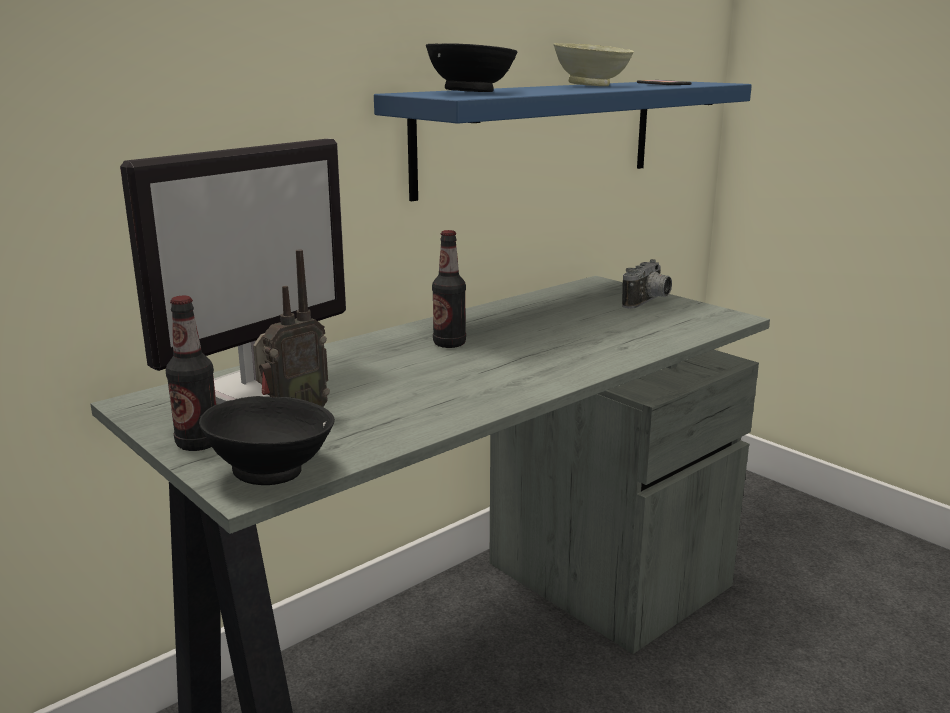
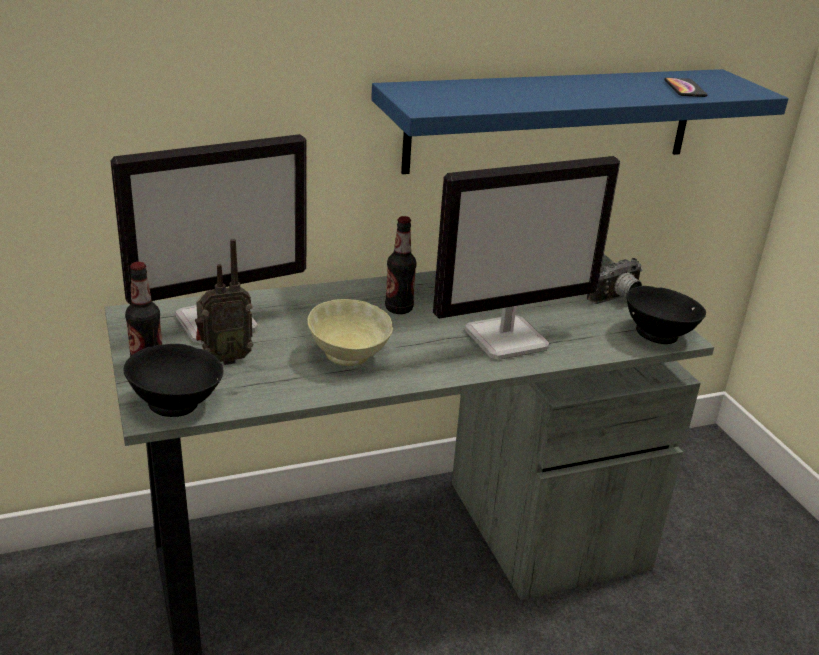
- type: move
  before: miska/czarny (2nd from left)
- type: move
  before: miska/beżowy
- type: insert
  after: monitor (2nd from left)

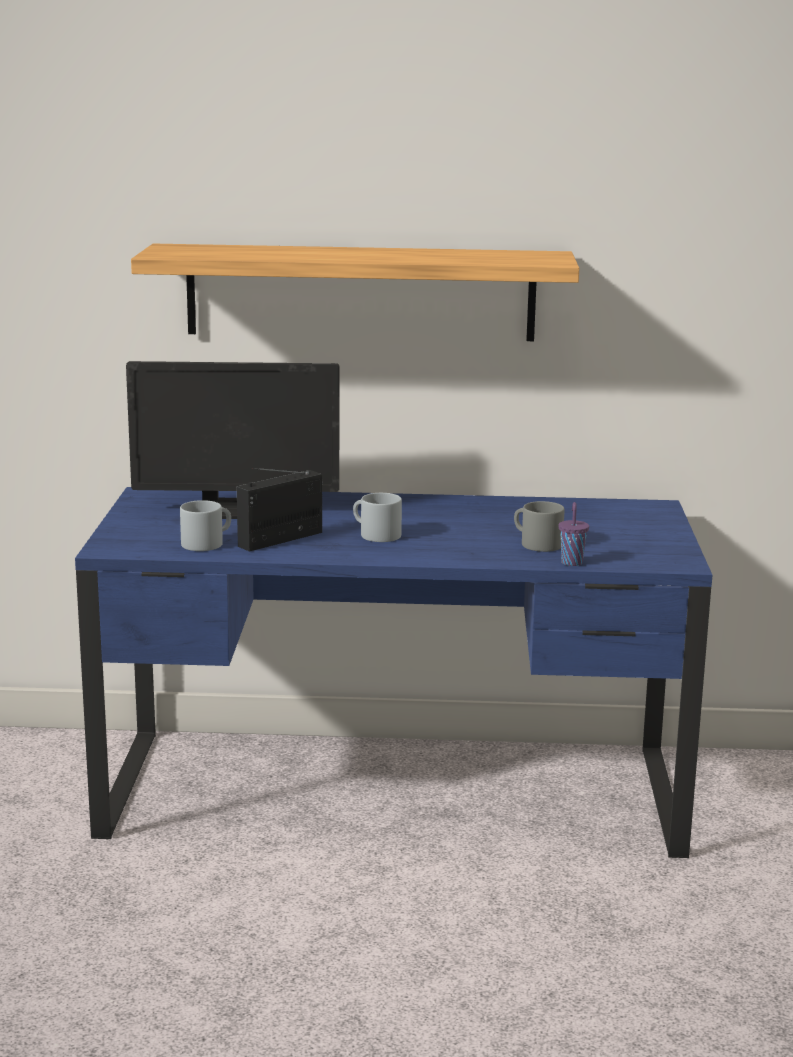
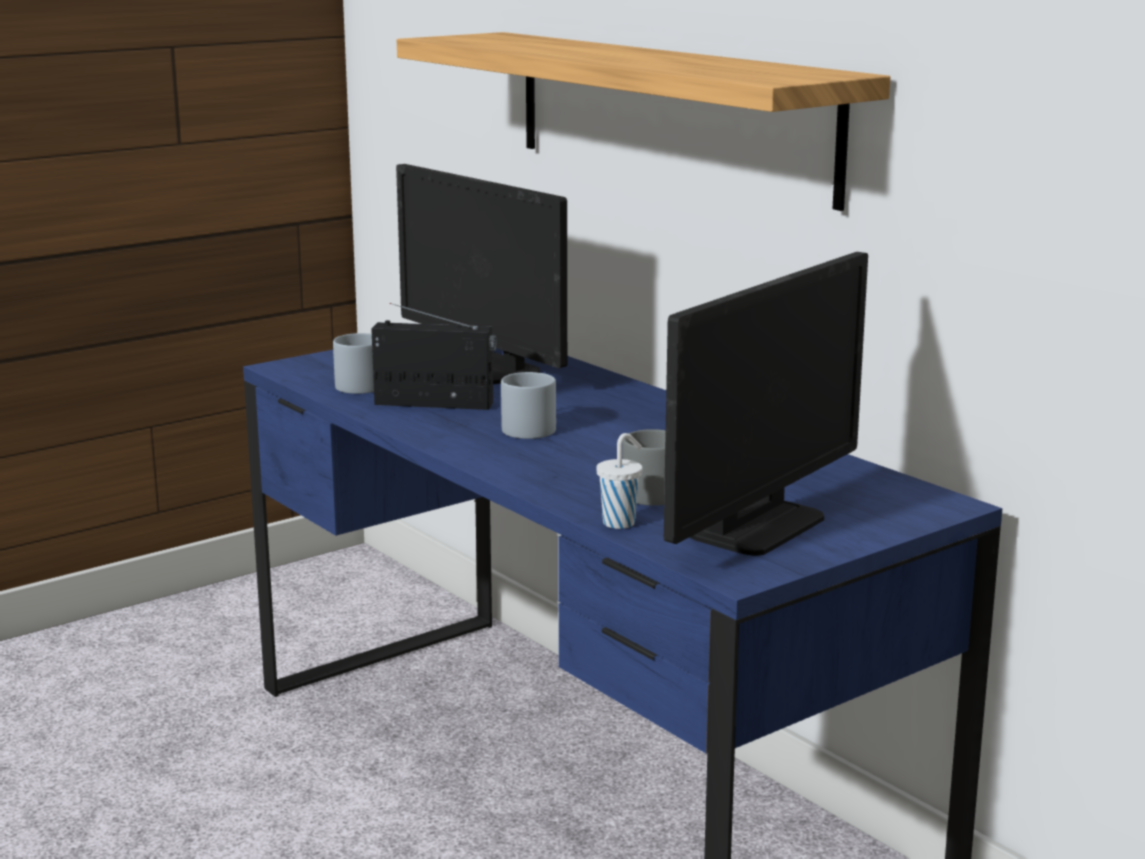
- type: recolor
  before: filiżanka/fioletowy
  after: filiżanka/biały
- type: insert
  after: monitor (2nd from left)

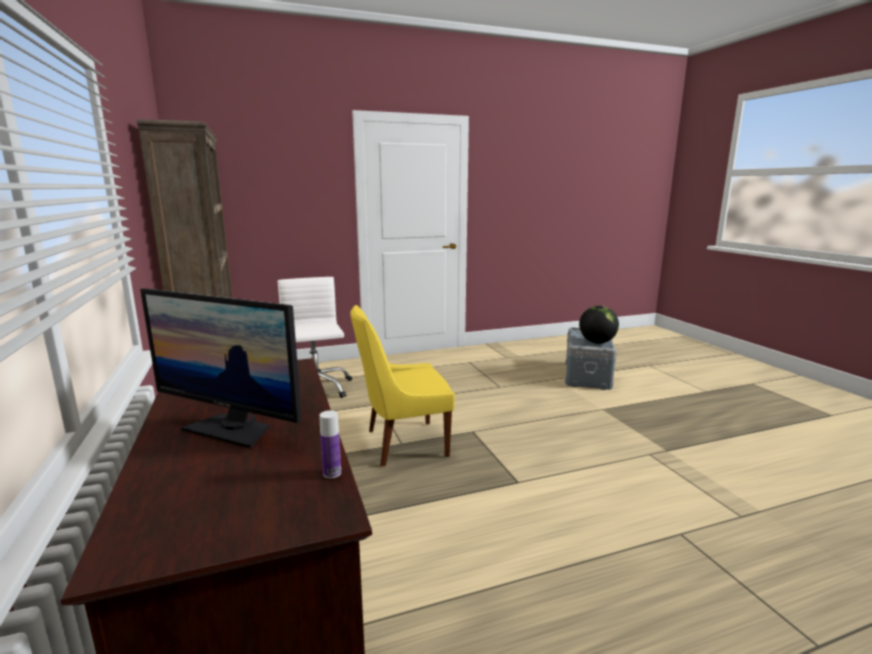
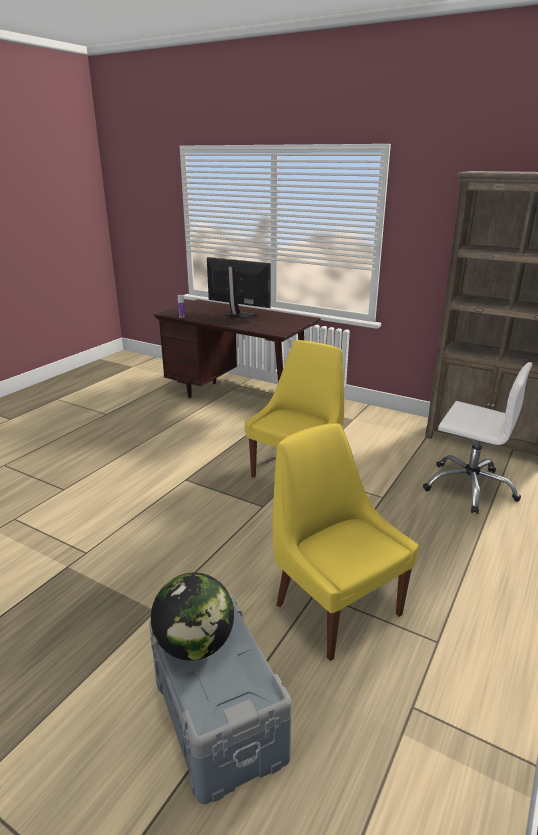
- type: rotate
  before: monitor
  turn: 45
- type: insert
  after: krzesło/żółty (2nd from left)

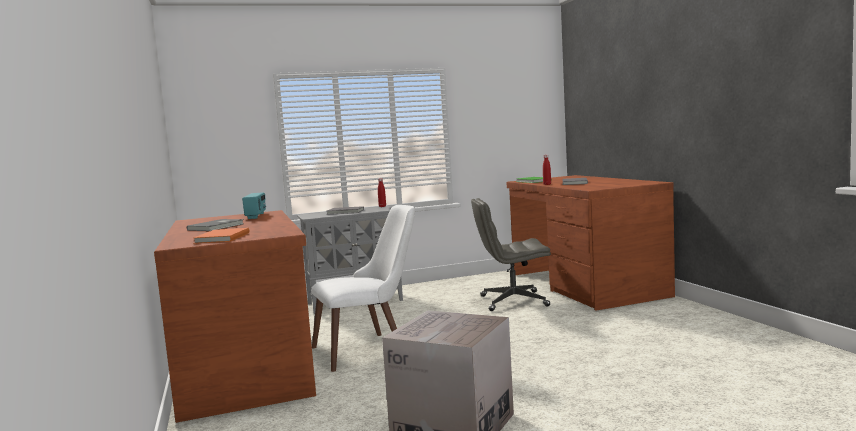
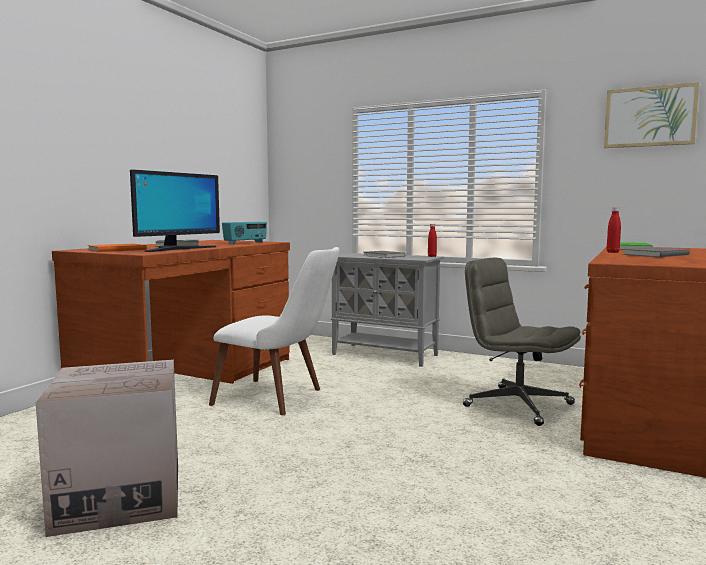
- type: insert
  after: monitor
- type: insert
  after: obraz

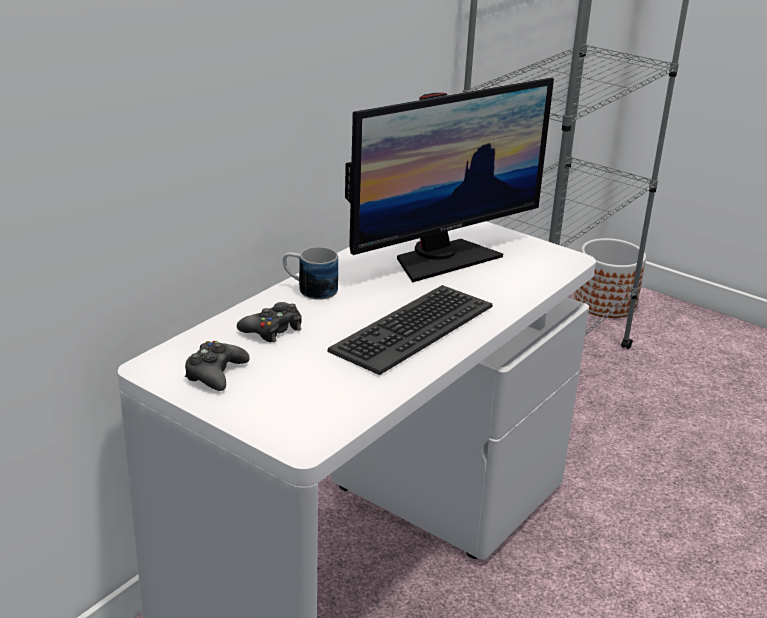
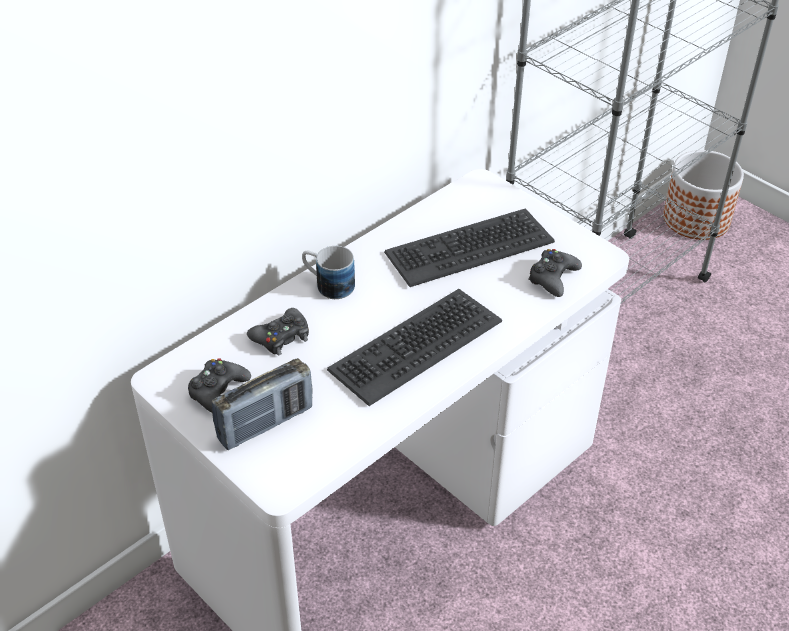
- type: replace
  before: monitor
  after: klawiatura (2nd from left)
- type: insert
  after: radio
- type: insert
  after: pad do gier/czarny (3rd from left)

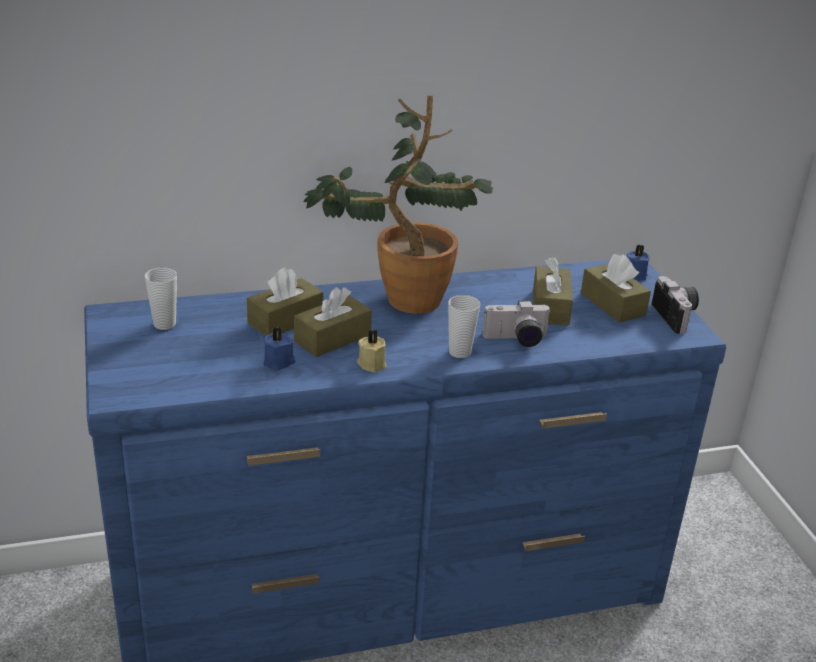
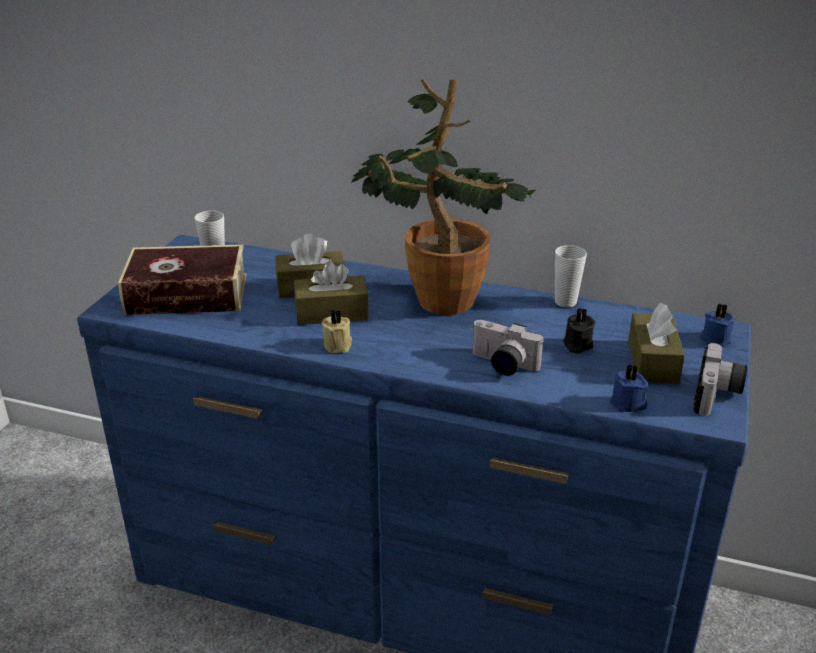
- type: move
  before: świeca/niebieski (1st from left)
- type: move
  before: filiżanka (2nd from left)
- type: replace
  before: pudełko chusteczek/brązowy (3rd from left)
  after: świeca/czarny
- type: insert
  after: książka

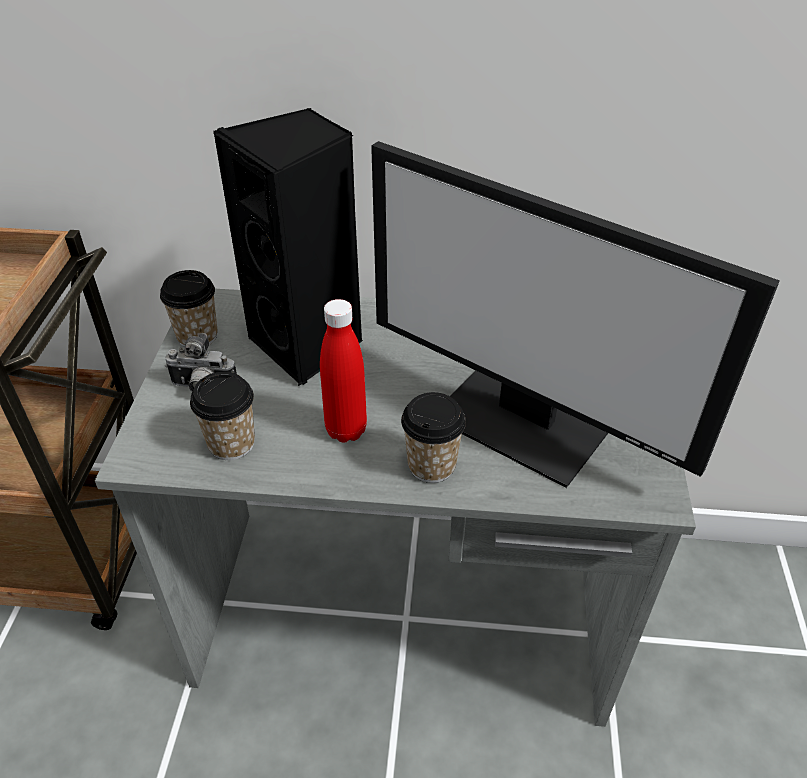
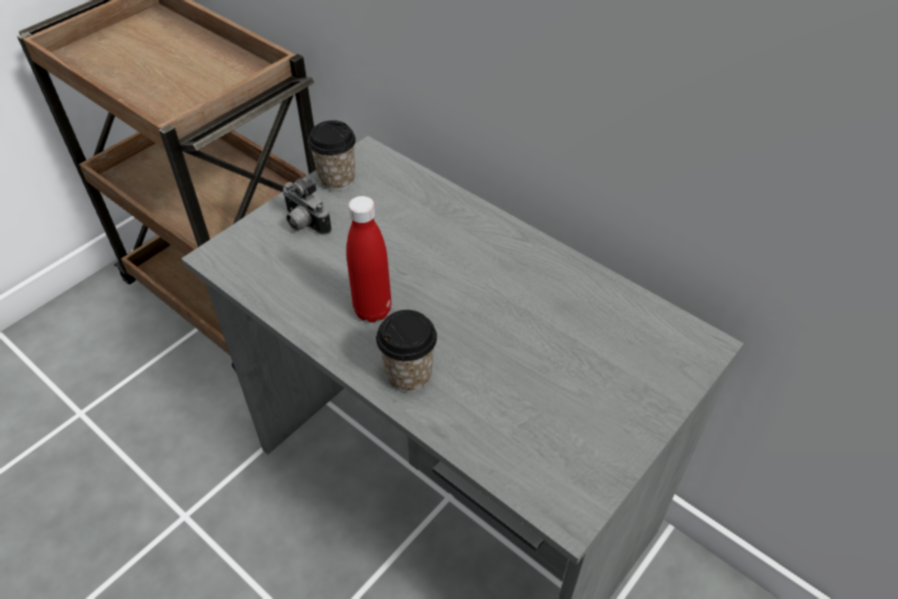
- type: delete
  before: filiżanka (2nd from left)
- type: delete
  before: głośnik/czarny
- type: delete
  before: monitor

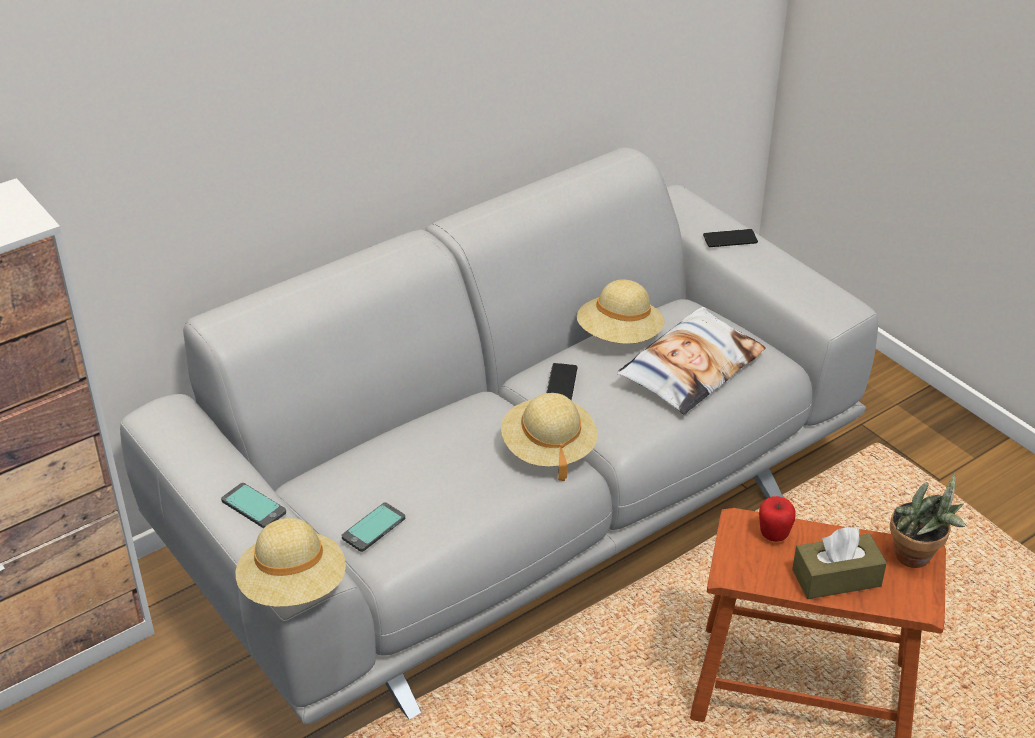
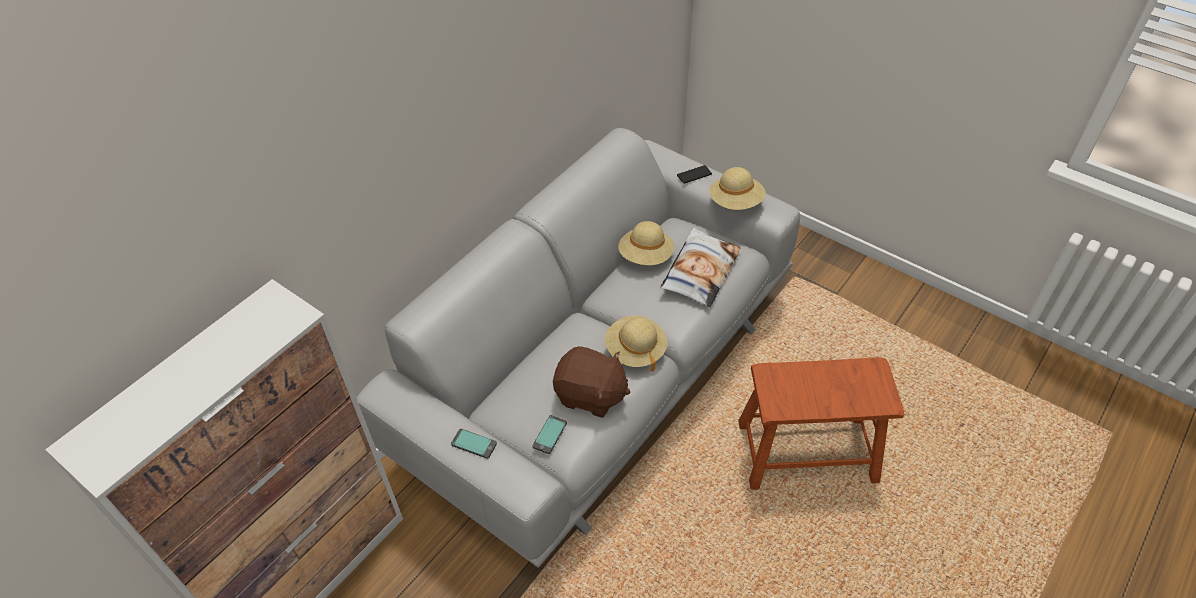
- type: move
  before: kapelusz/beżowy (1st from left in the first image)
  after: kapelusz/beżowy (3rd from left)
- type: delete
  before: telefon (3rd from left)
- type: delete
  before: jabłko
- type: delete
  before: pudełko chusteczek/brązowy
- type: delete
  before: roślina doniczkowa
- type: insert
  after: pluszak/brązowy

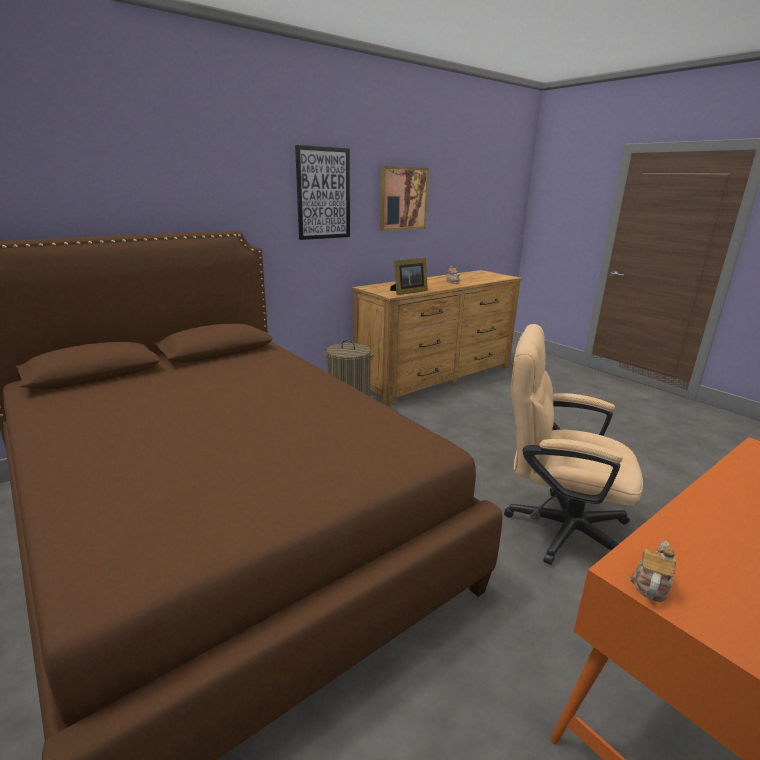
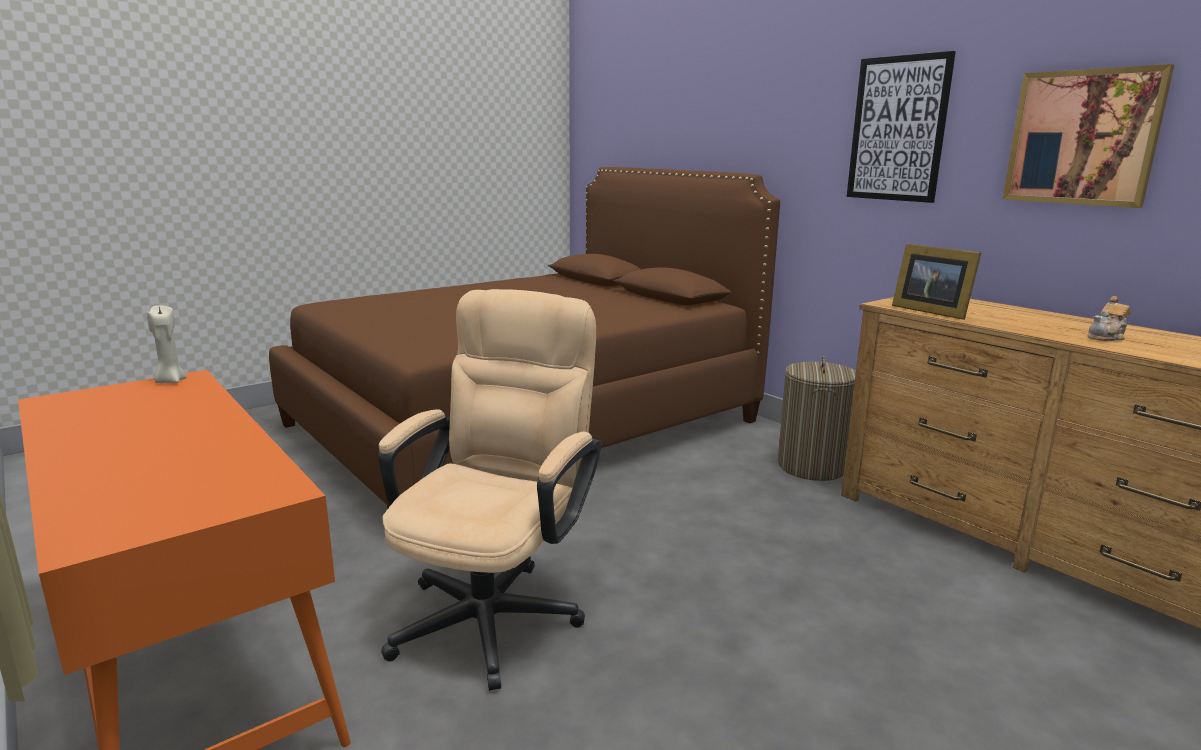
- type: replace
  before: imbryk (2nd from left)
  after: świeca/beżowy

